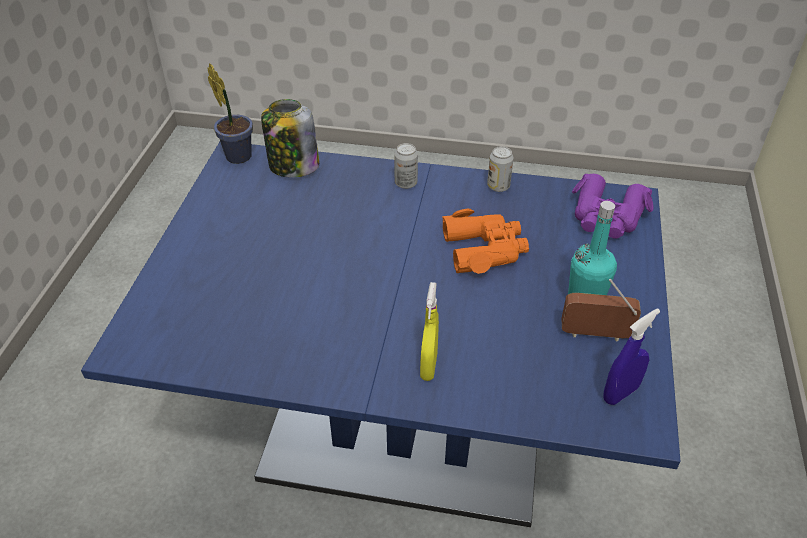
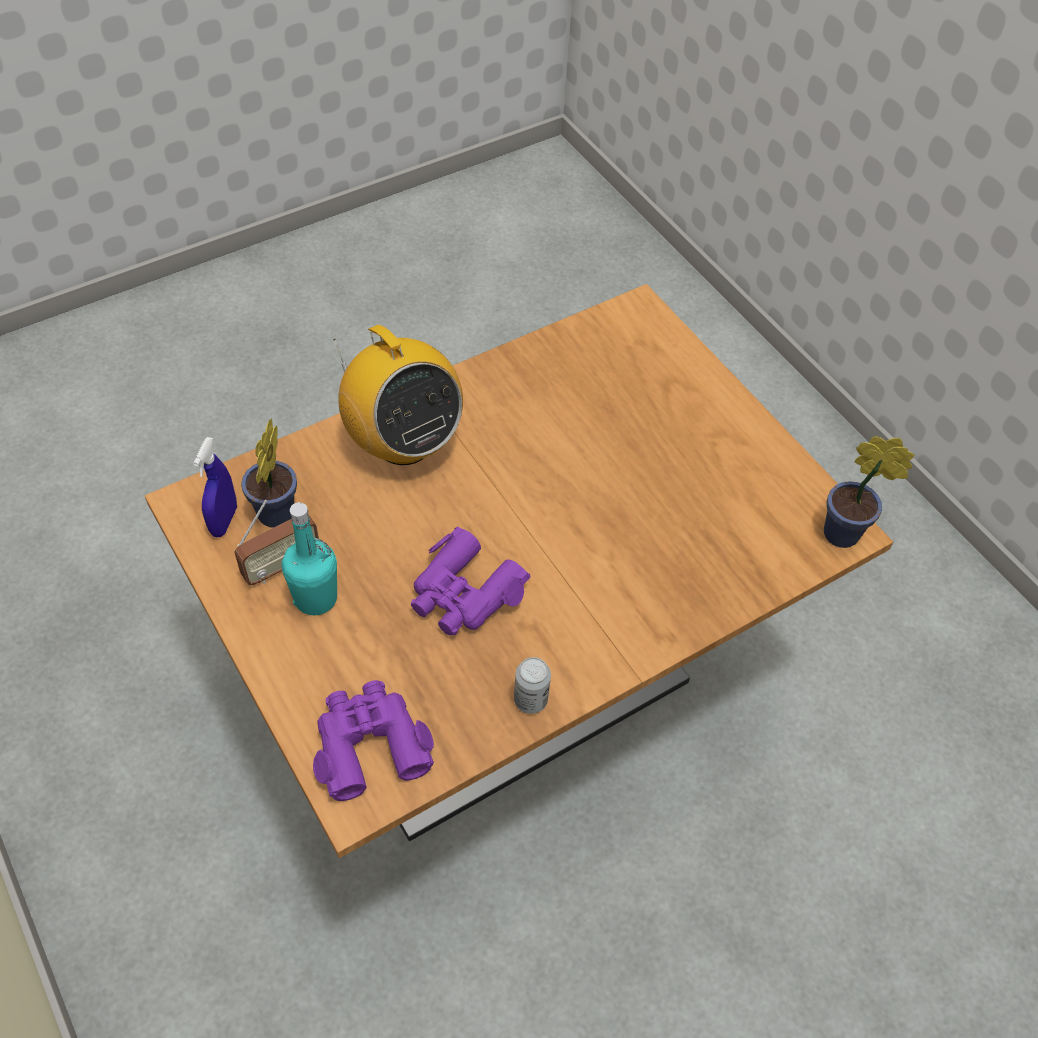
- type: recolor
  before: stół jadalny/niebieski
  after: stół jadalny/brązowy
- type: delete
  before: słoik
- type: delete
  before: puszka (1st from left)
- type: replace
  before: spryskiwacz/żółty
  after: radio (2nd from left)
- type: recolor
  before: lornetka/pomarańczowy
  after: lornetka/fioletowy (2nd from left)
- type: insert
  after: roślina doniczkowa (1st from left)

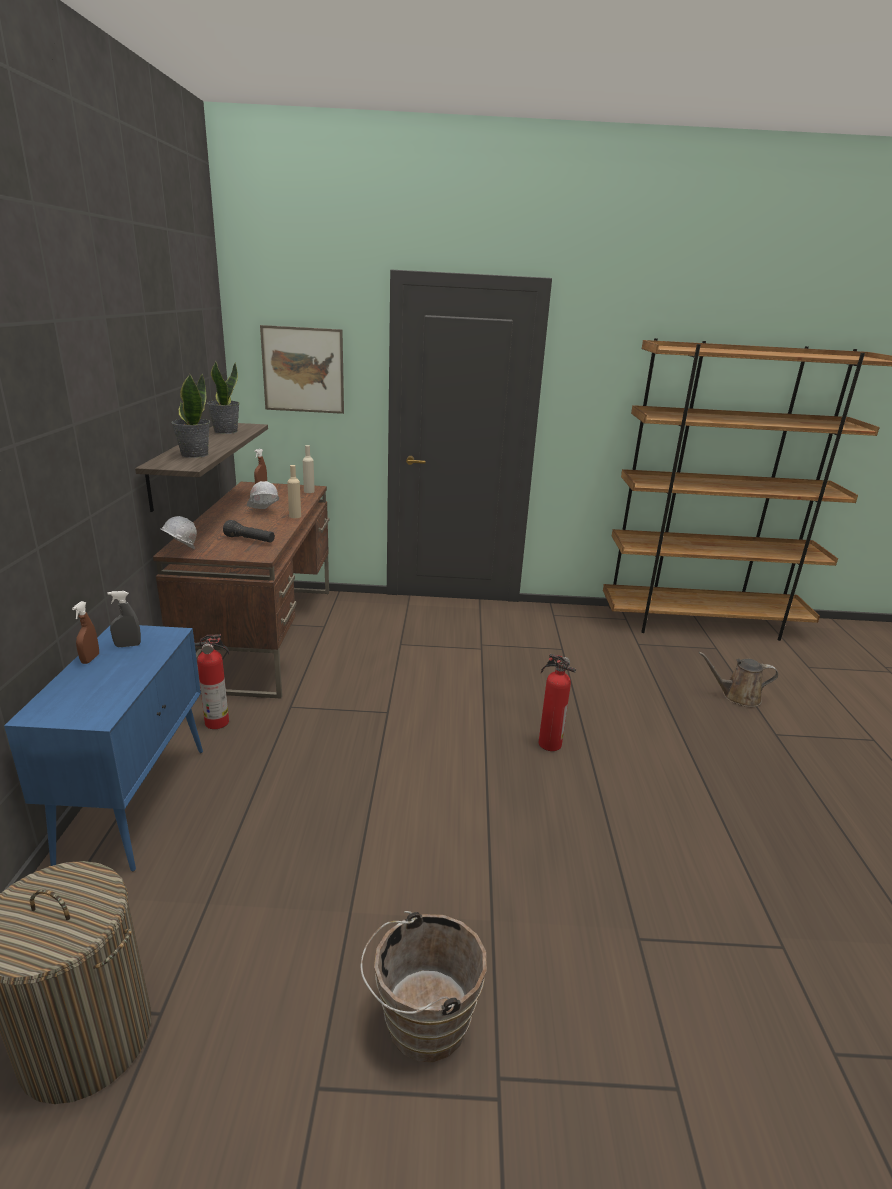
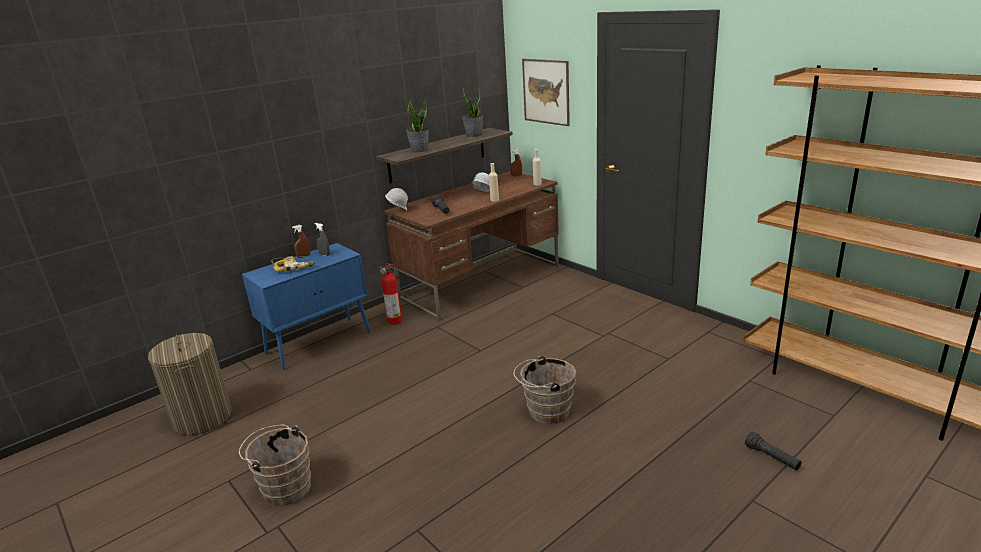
- type: replace
  before: gaśnica (2nd from left)
  after: wiadro/brązowy (2nd from left)
- type: replace
  before: konewka/brązowy
  after: latarka/czarny (2nd from left)
- type: insert
  after: wiertarka

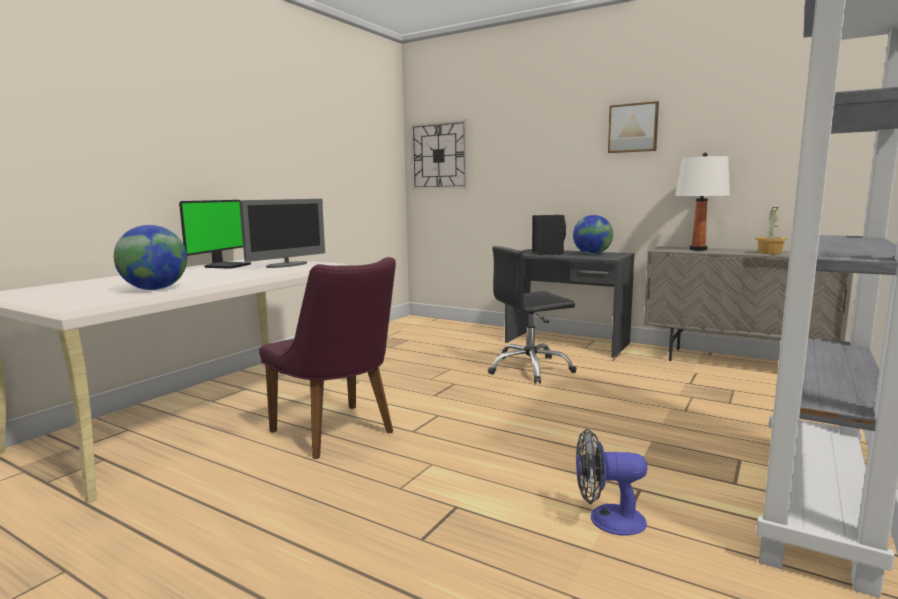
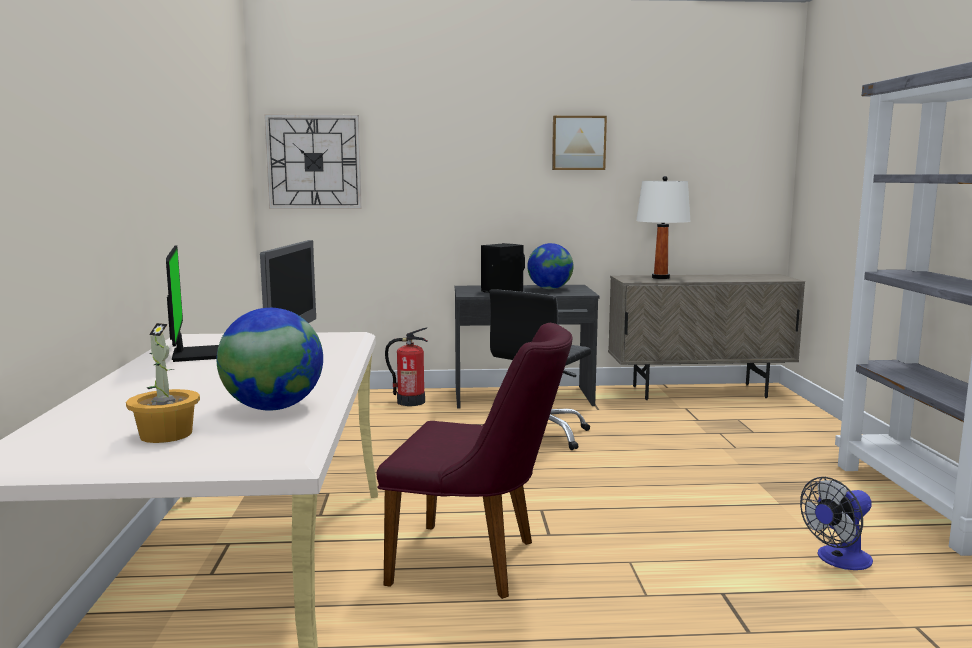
- type: move
  before: roślina doniczkowa
- type: insert
  after: gaśnica

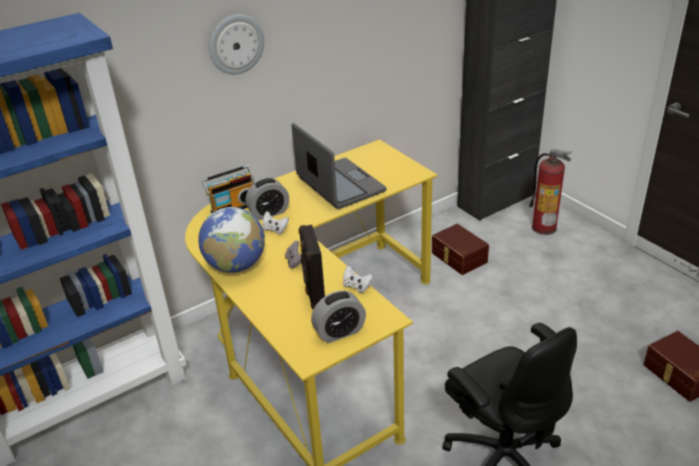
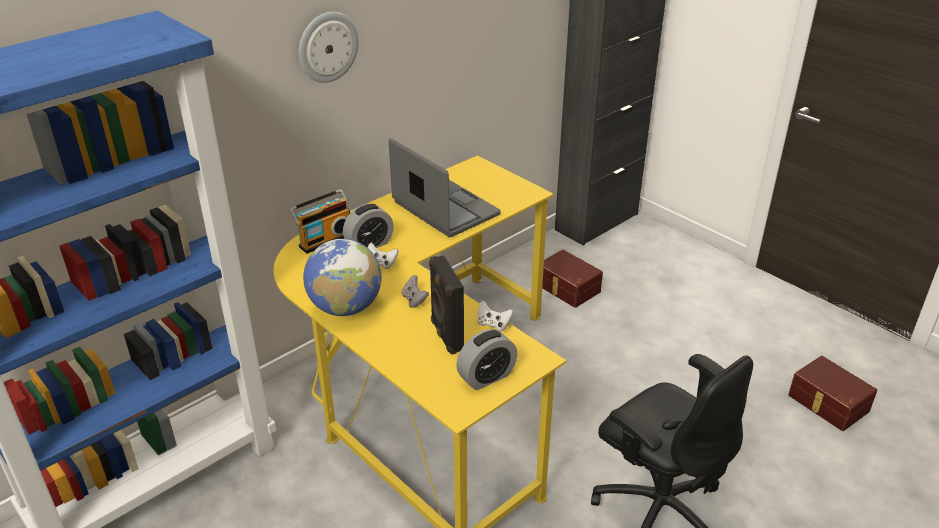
- type: delete
  before: gaśnica

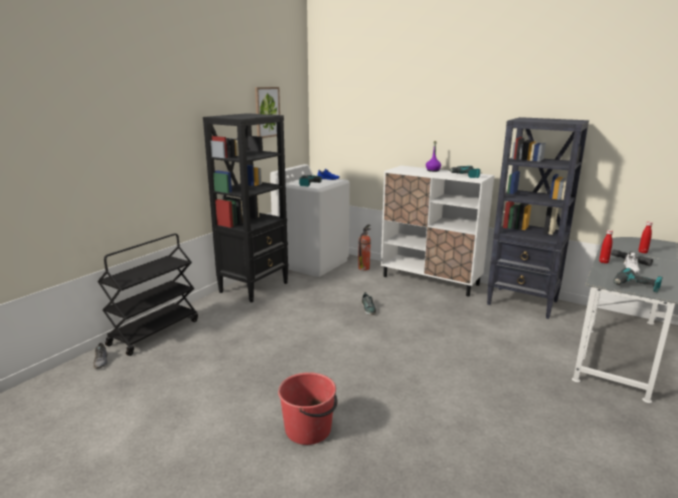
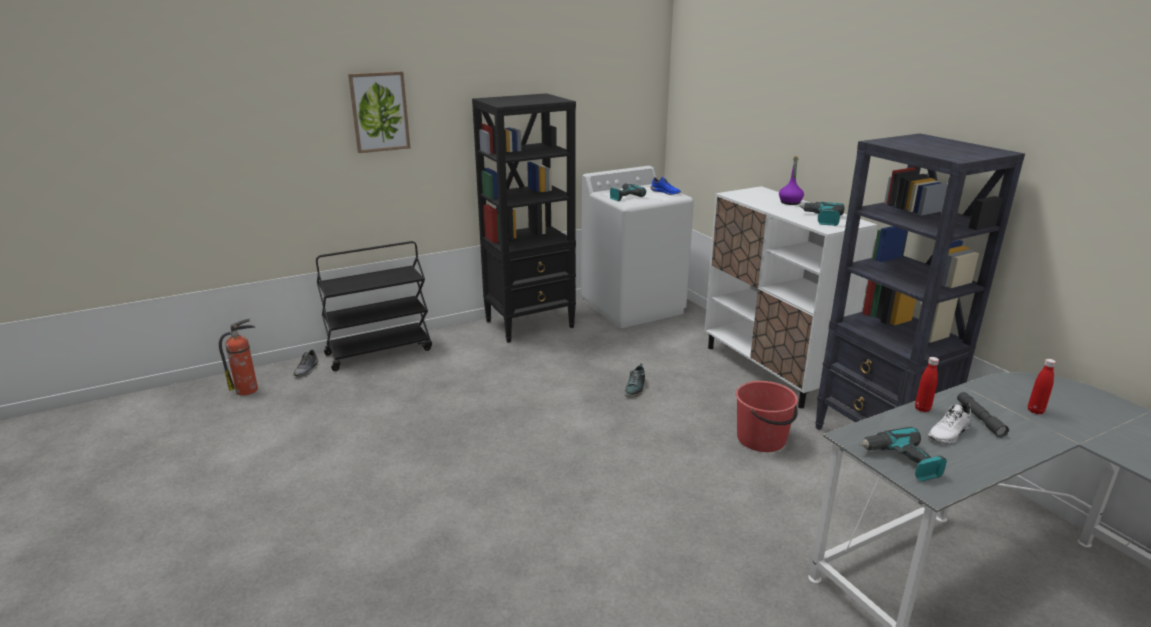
- type: move
  before: obraz
- type: move
  before: wiadro/czerwony
- type: move
  before: gaśnica

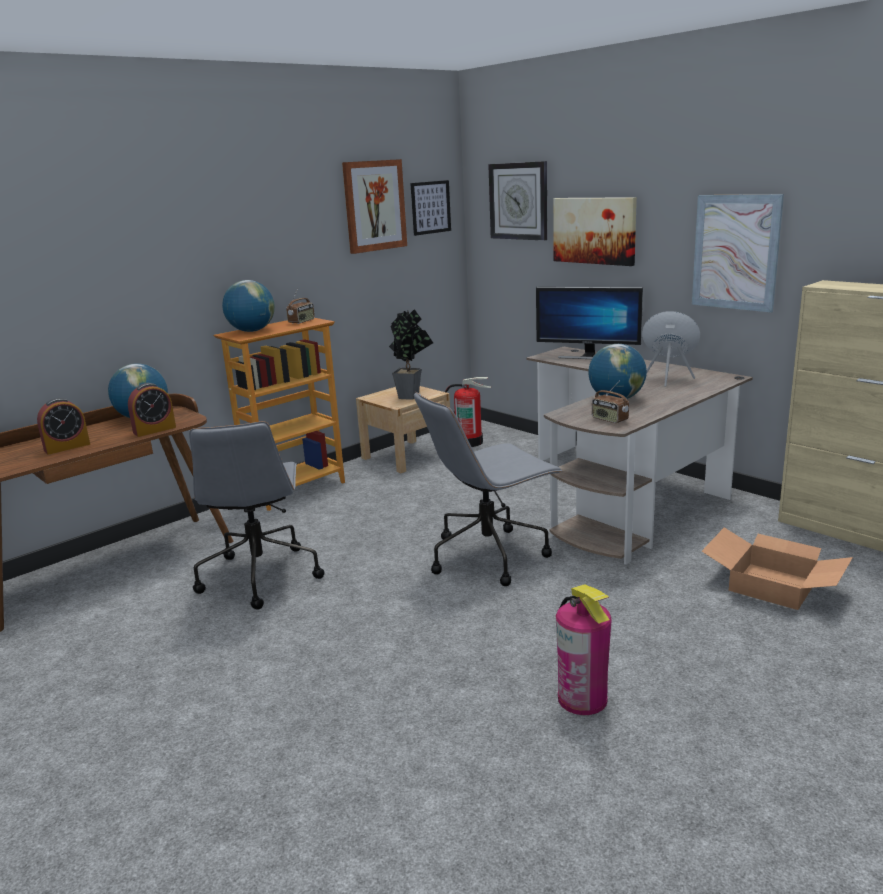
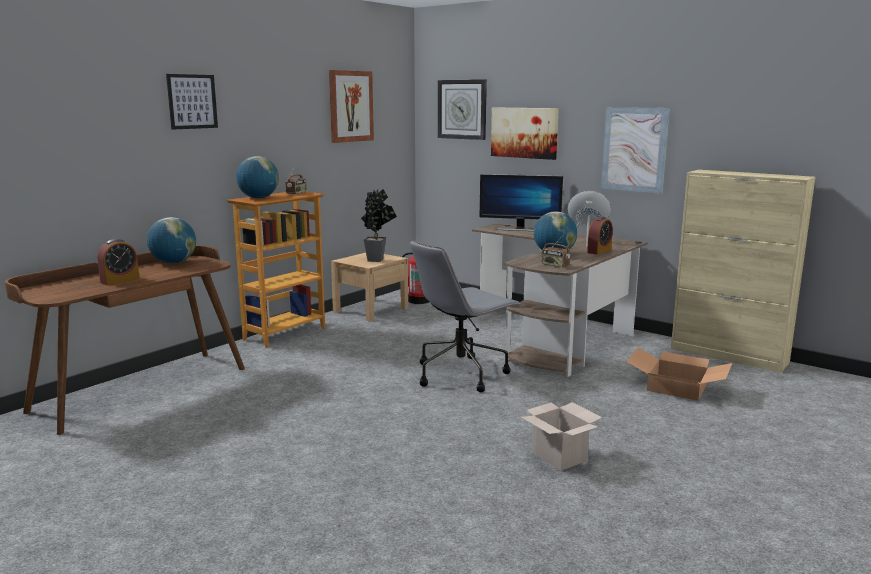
- type: move
  before: budzik (2nd from left)
- type: delete
  before: krzesło biurowe/szary (1st from left)
- type: move
  before: obraz (2nd from left in the first image)
  after: obraz (1st from left)
- type: replace
  before: gaśnica (2nd from left)
  after: karton (1st from left)

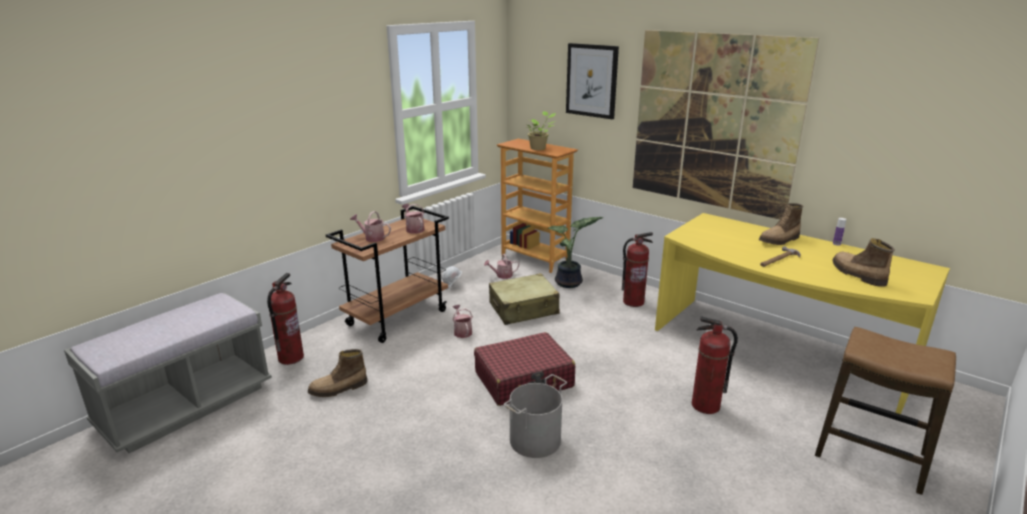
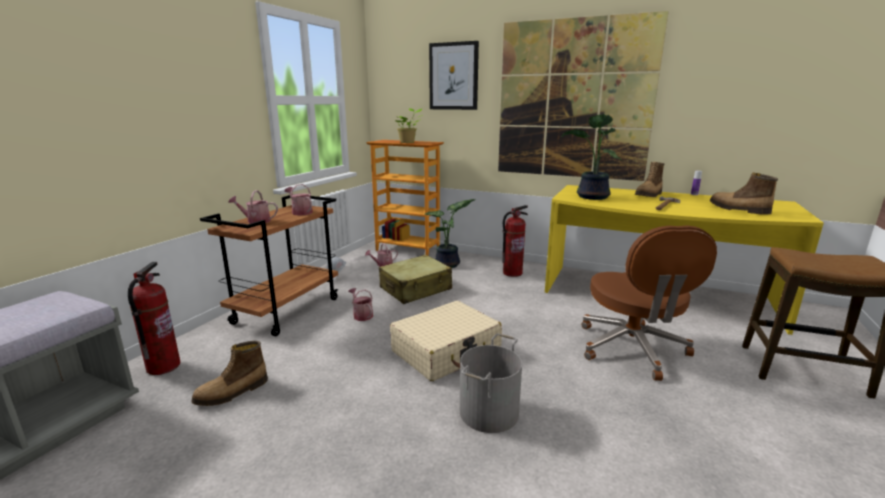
- type: recolor
  before: walizka/czerwony
  after: walizka/beżowy (2nd from left)
- type: replace
  before: gaśnica (3rd from left)
  after: krzesło biurowe/brązowy
- type: insert
  after: roślina doniczkowa (3rd from left)

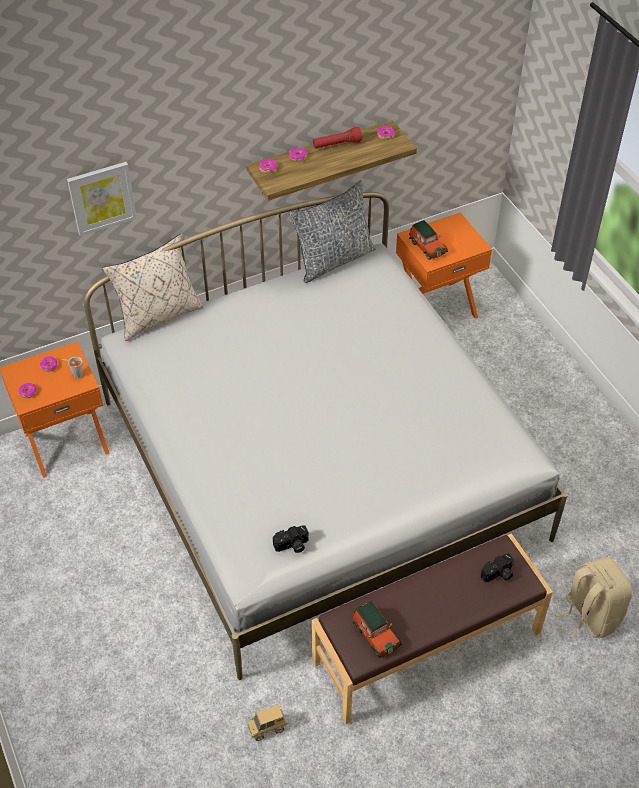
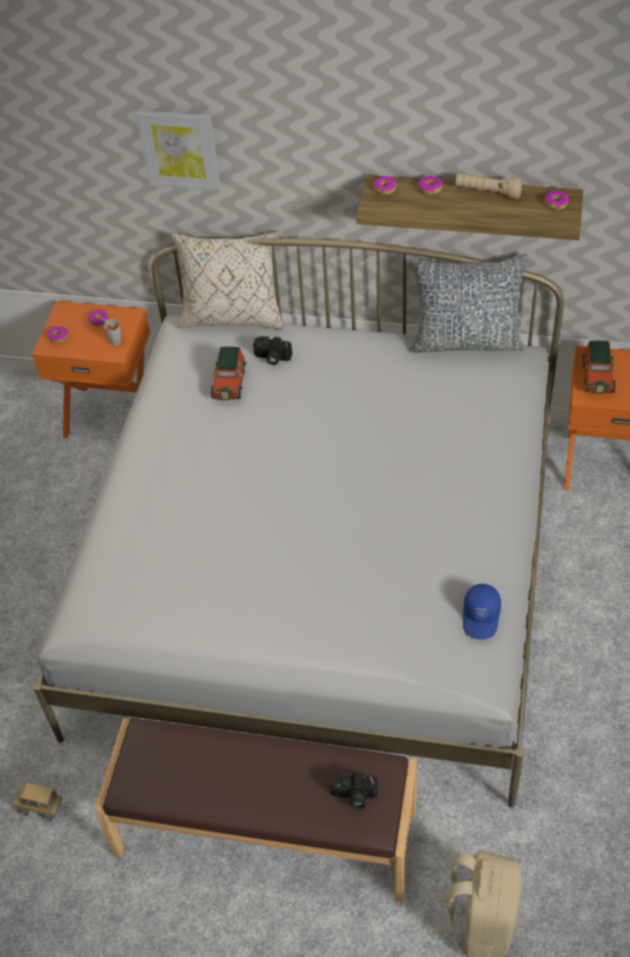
- type: move
  before: aparat fotograficzny (1st from left)
- type: recolor
  before: latarka/czerwony
  after: latarka/beżowy
- type: move
  before: samochodzik (1st from left)
- type: insert
  after: czapka z daszkiem/niebieski

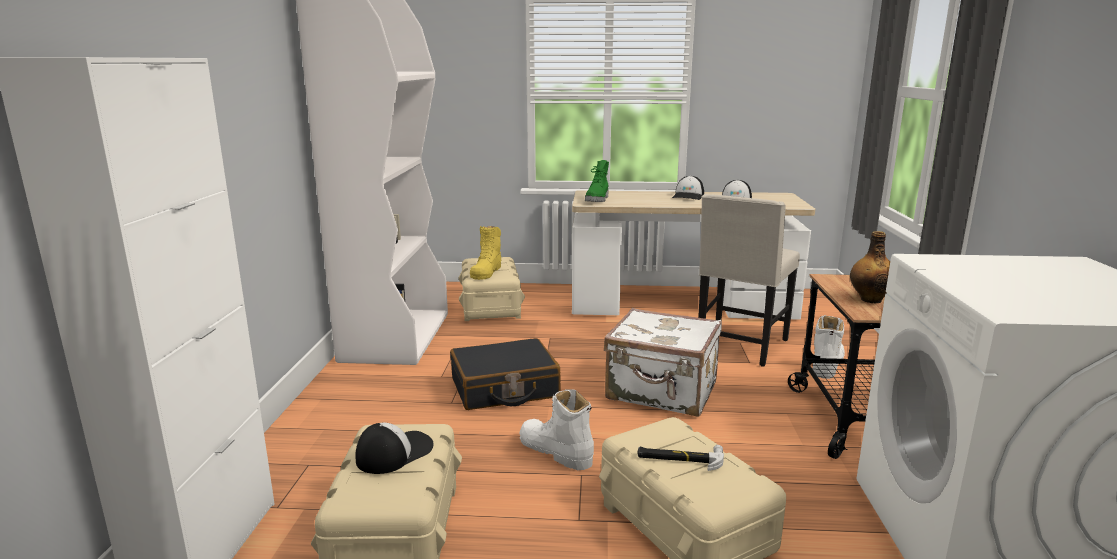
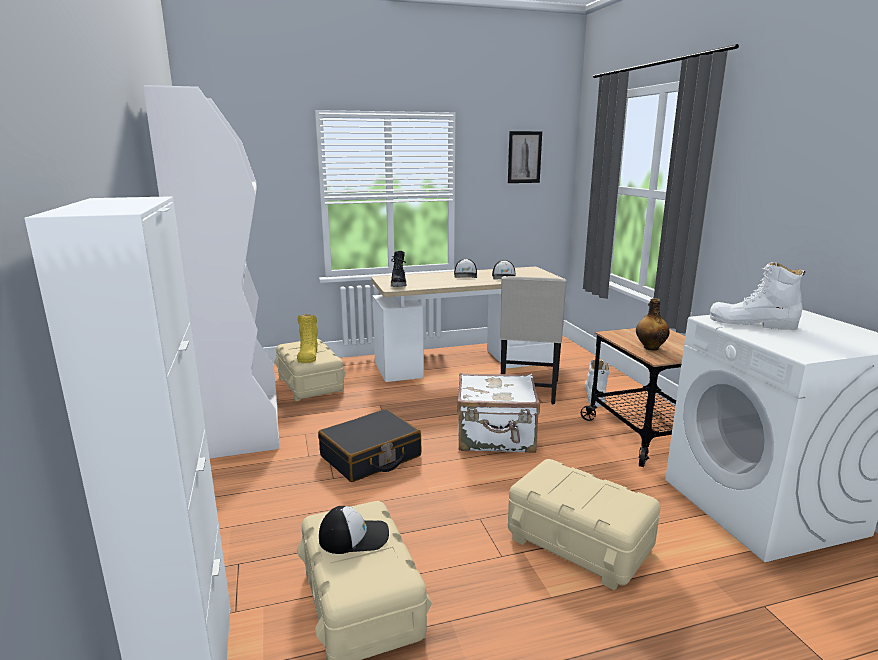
- type: rotate
  before: czapka z daszkiem (1st from left)
  turn: 60
- type: move
  before: but z cholewką/biały (1st from left in the first image)
  after: but z cholewką/biały (2nd from left)
- type: recolor
  before: but z cholewką/zielony
  after: but z cholewką/czarny
- type: delete
  before: młotek
- type: insert
  after: obraz

